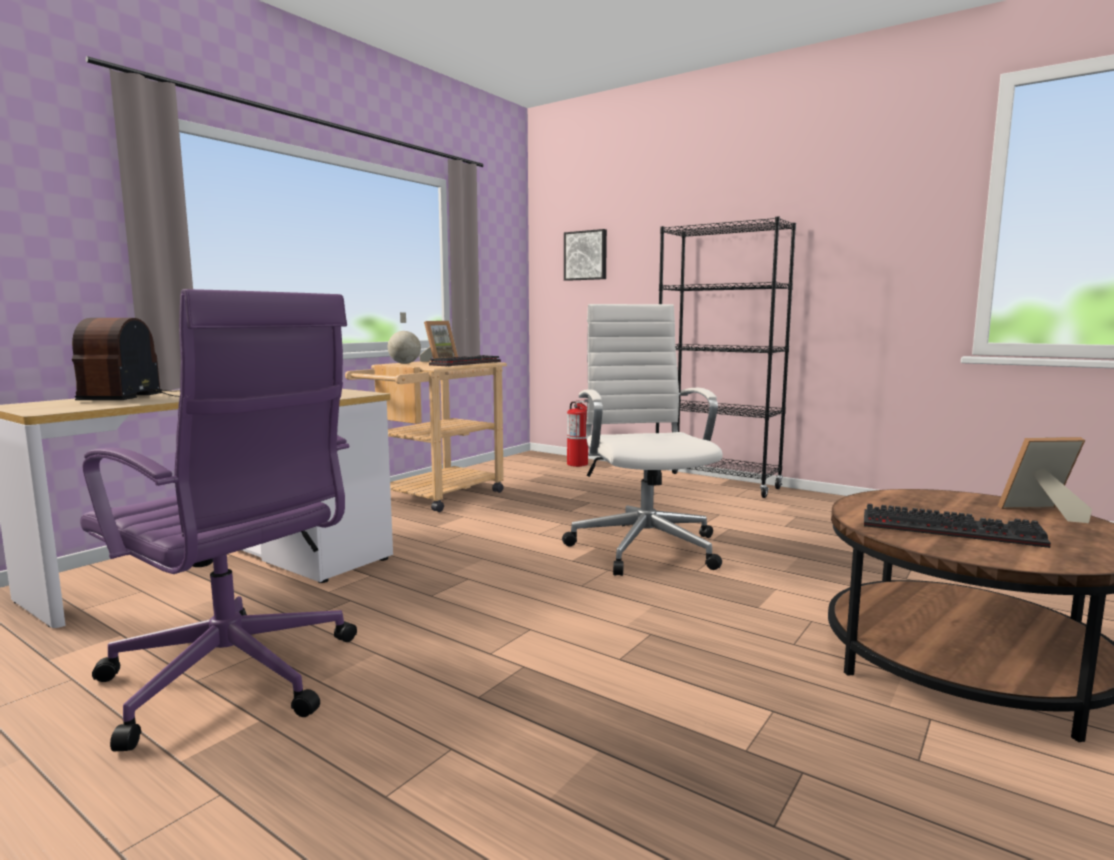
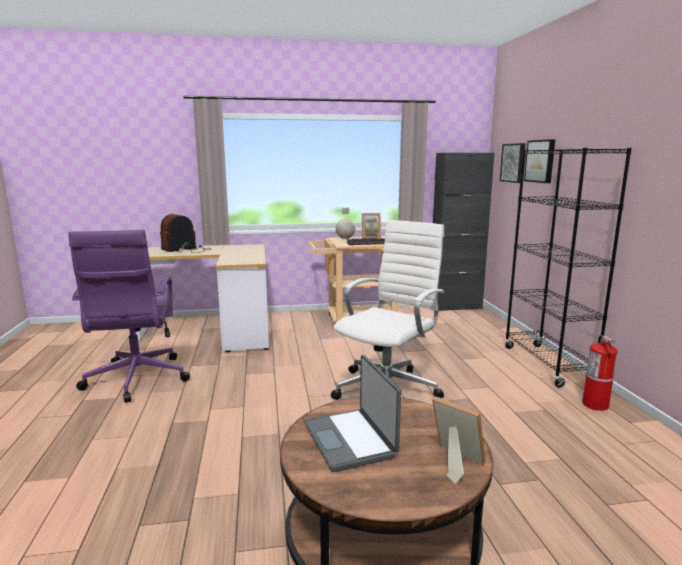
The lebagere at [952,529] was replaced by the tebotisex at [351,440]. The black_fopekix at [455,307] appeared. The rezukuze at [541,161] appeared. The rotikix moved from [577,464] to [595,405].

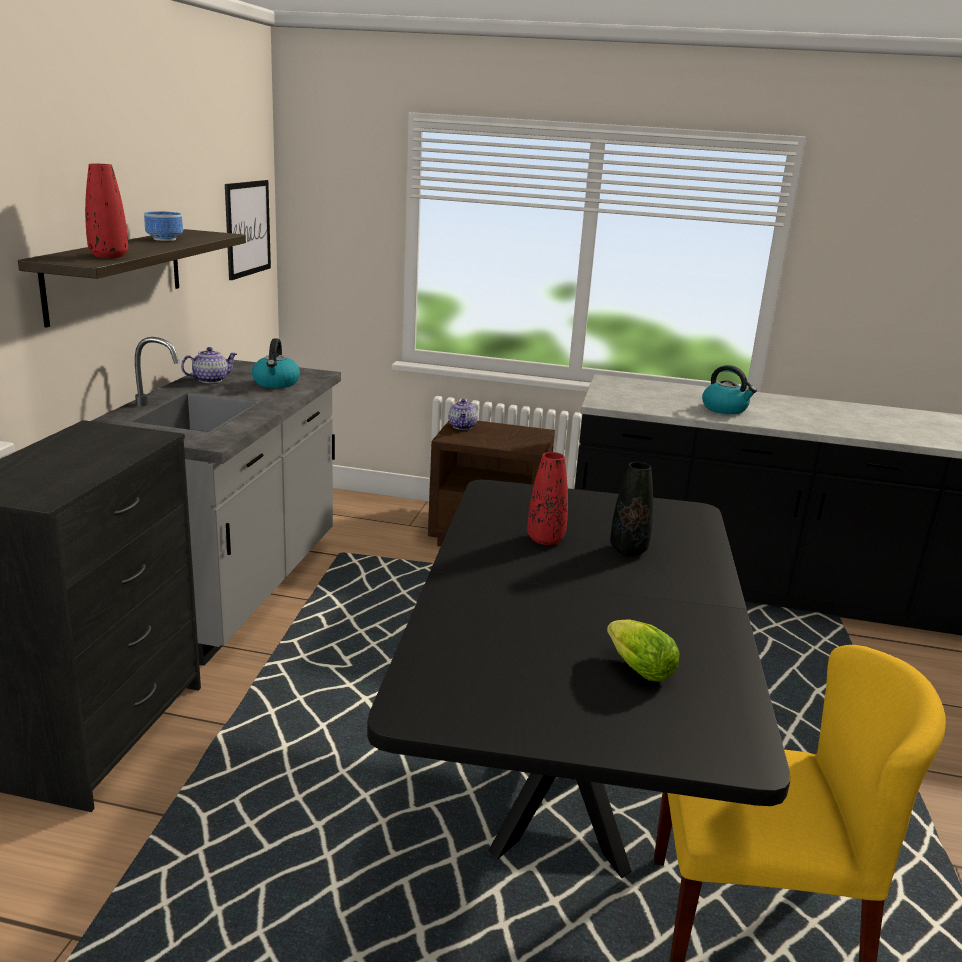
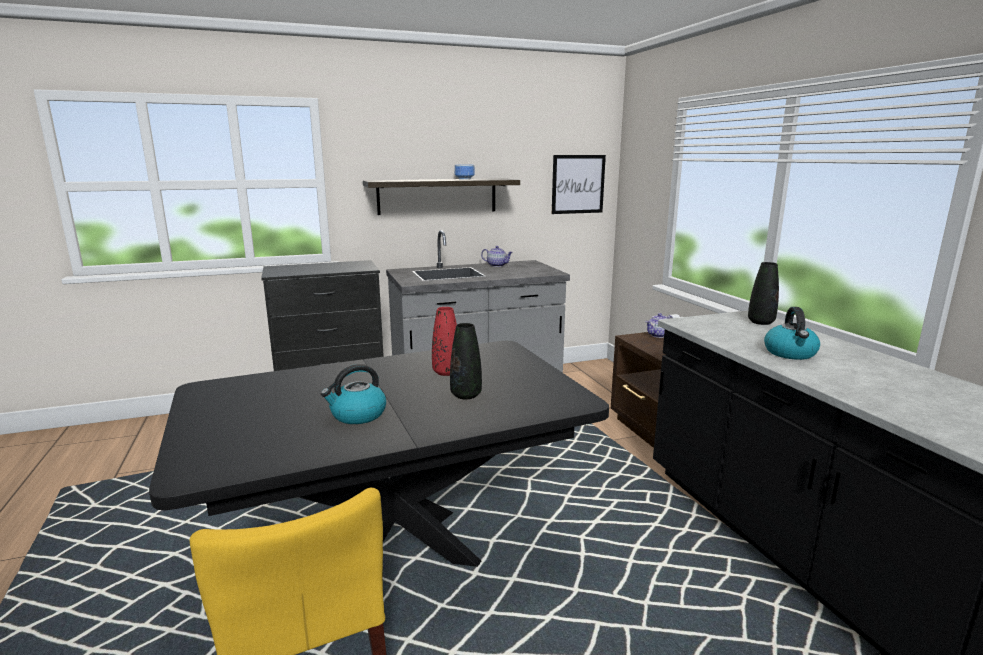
The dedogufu moved from [276,383] to [357,415]. The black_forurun at [761,322] appeared. The red_forurun at [109,256] disappeared. The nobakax at [636,668] disappeared.

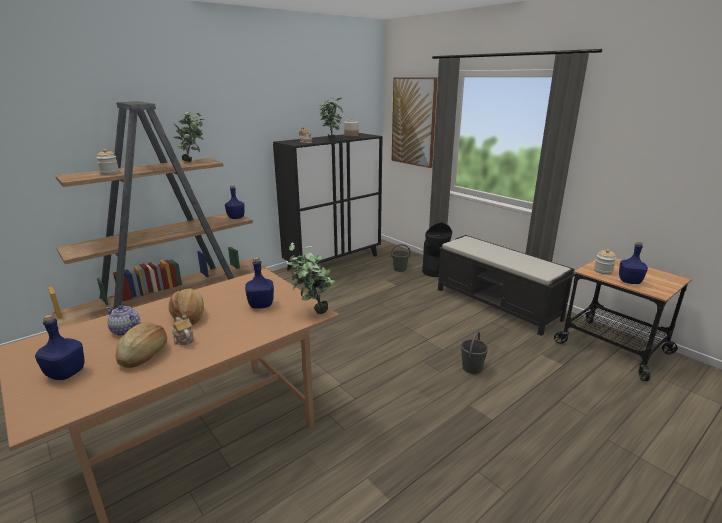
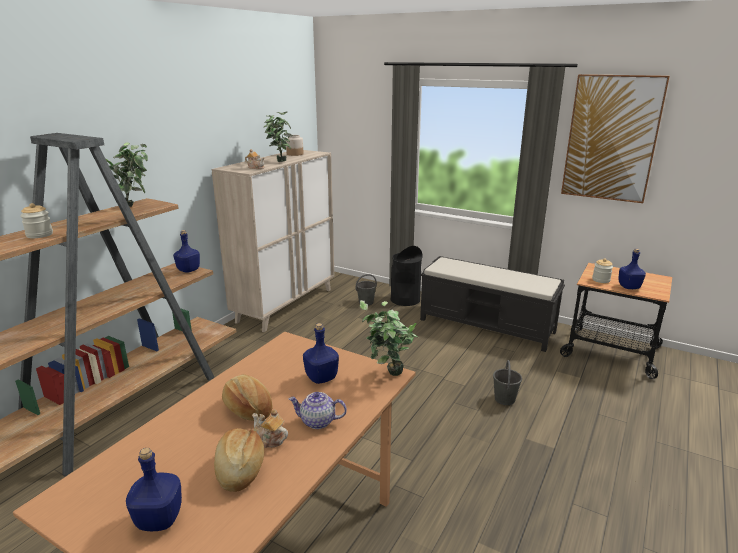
The black_fopekix at [333,262] became the beige_fopekix at [285,305]. The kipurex moved from [125,331] to [317,421]. The rezukuze moved from [413,122] to [611,138].

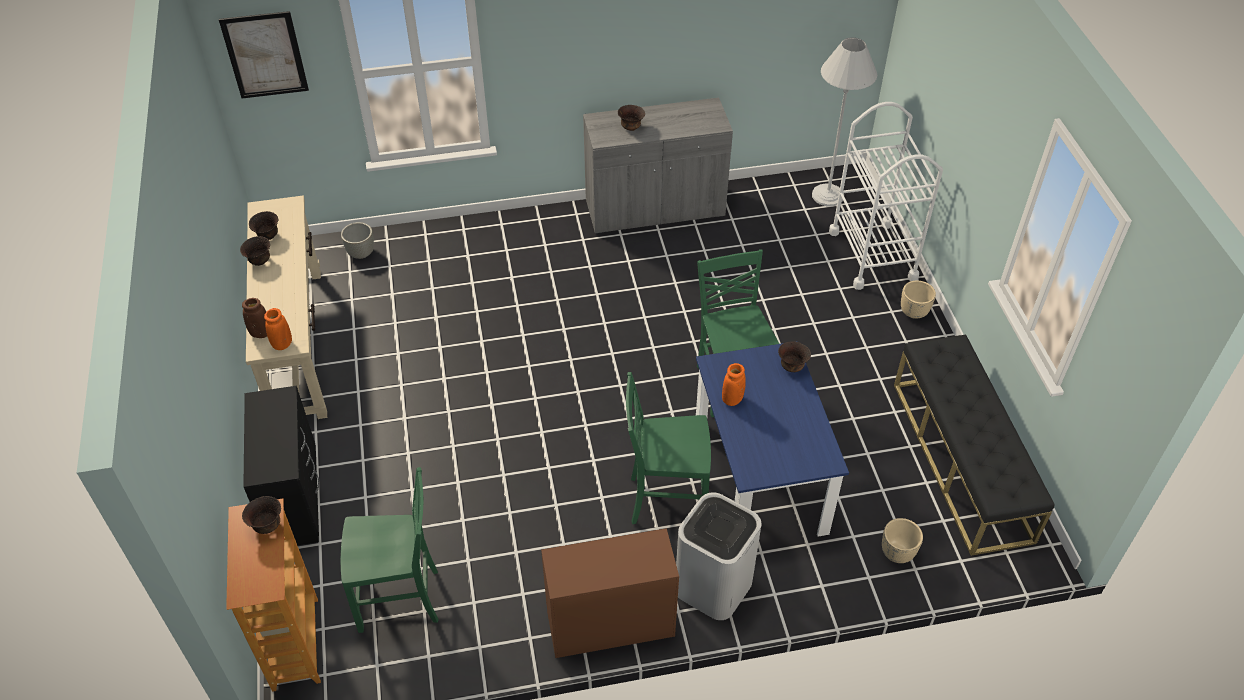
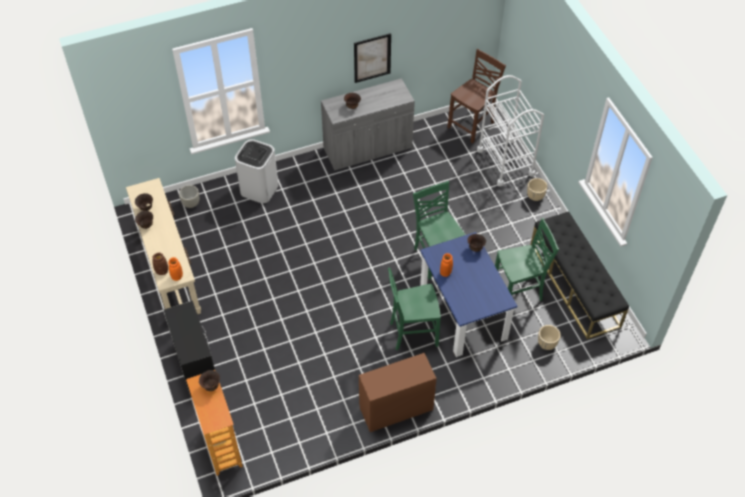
The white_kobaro moved from [713,585] to [259,188]. The rezukuze moved from [265,55] to [372,58]. The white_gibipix at [828,195] was replaced by the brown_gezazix at [472,125]. The green_gezazix moved from [401,599] to [518,292].

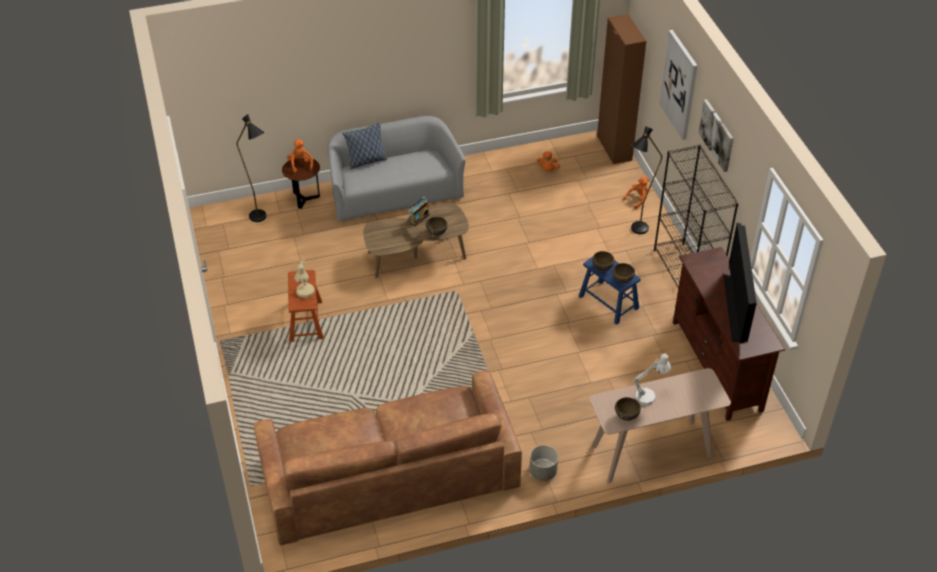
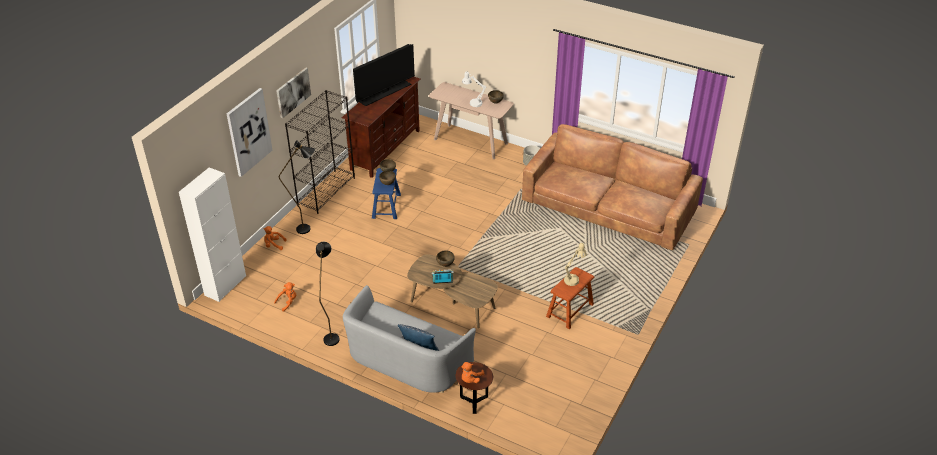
The brown_fopekix at [614,148] became the white_fopekix at [225,285]. The black_gibipix moved from [262,219] to [332,335].

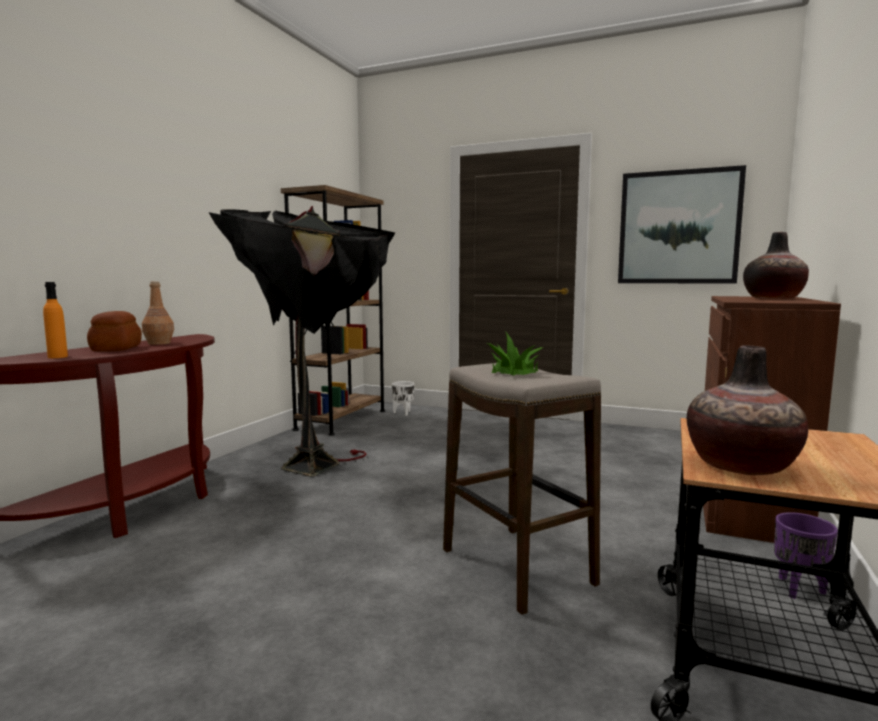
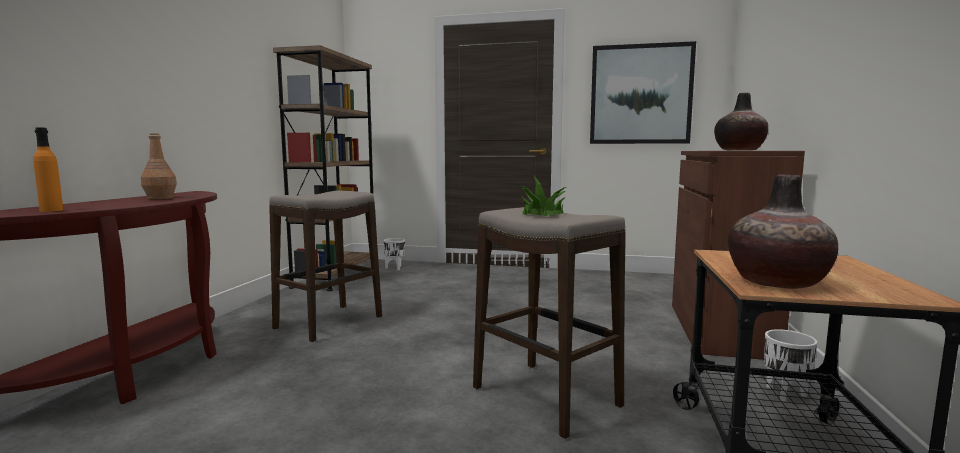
The black_gibipix at [321,470] was replaced by the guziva at [329,323]. The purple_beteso at [798,589] became the white_beteso at [784,394]. The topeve at [115,348] disappeared.

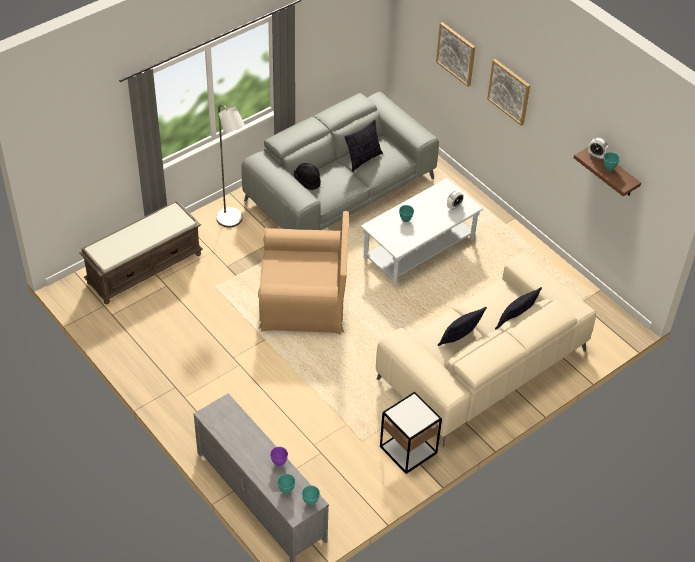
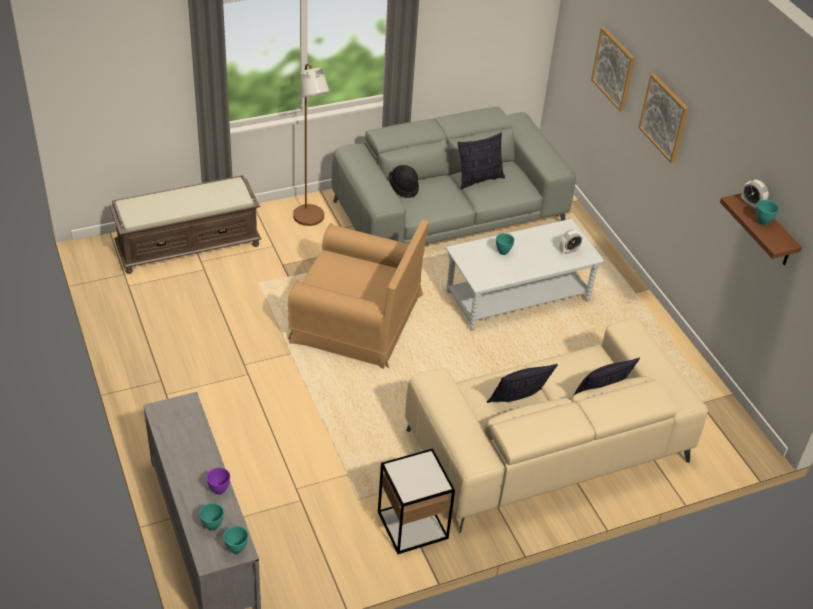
The grey_gibipix at [232,221] became the brown_gibipix at [310,219].

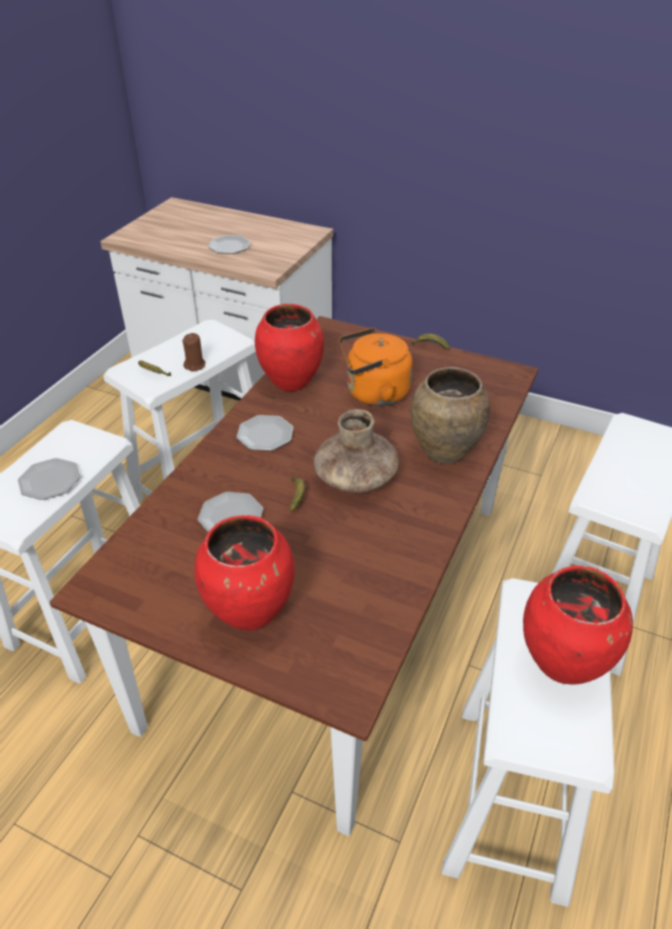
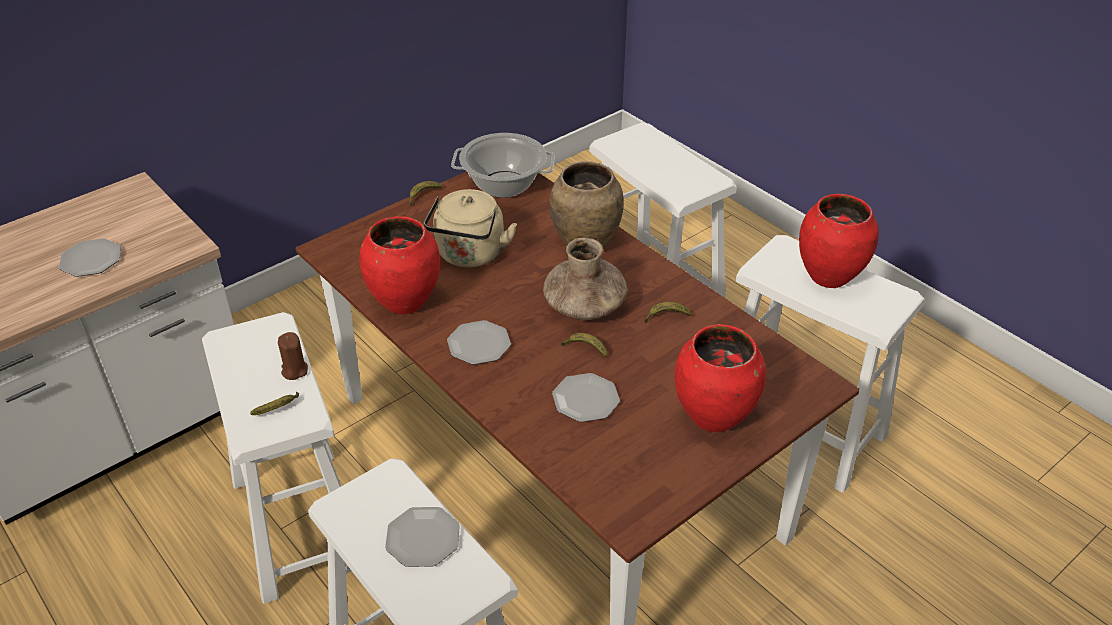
The orange_dedogufu at [373,394] became the beige_dedogufu at [469,255]. The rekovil at [503,185] appeared. The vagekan at [666,316] appeared.

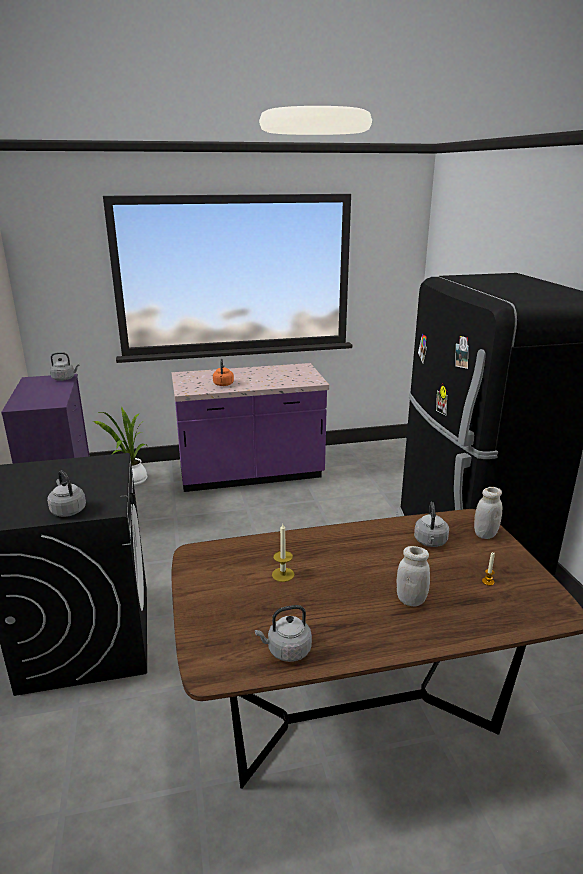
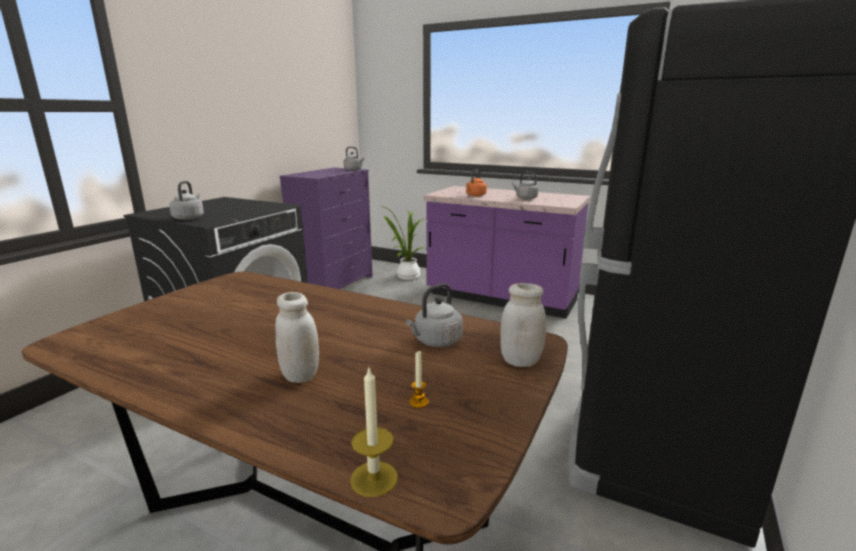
The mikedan moved from [283,574] to [374,479]. The grey_dedogufu moved from [286,651] to [525,198].

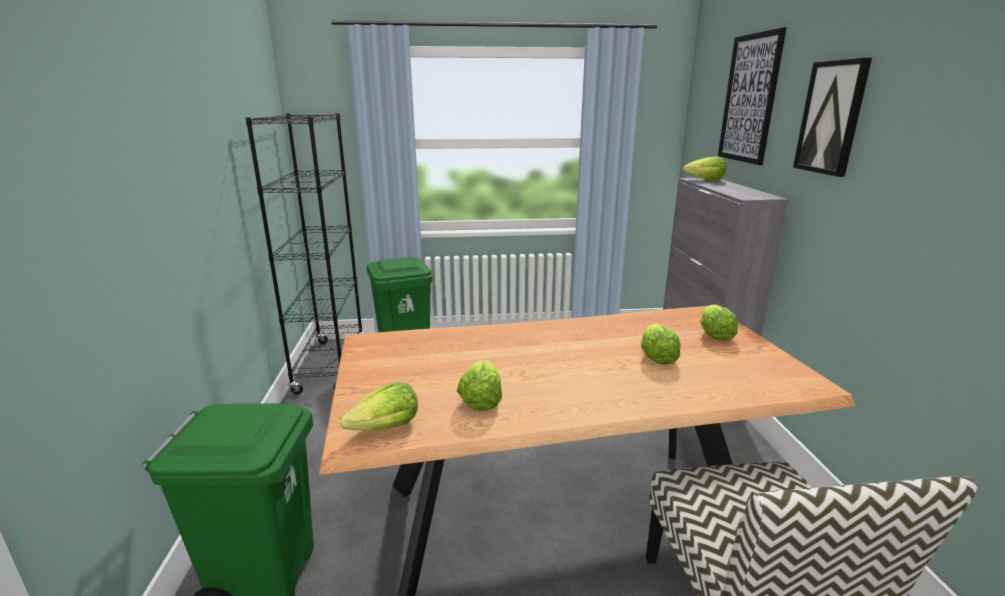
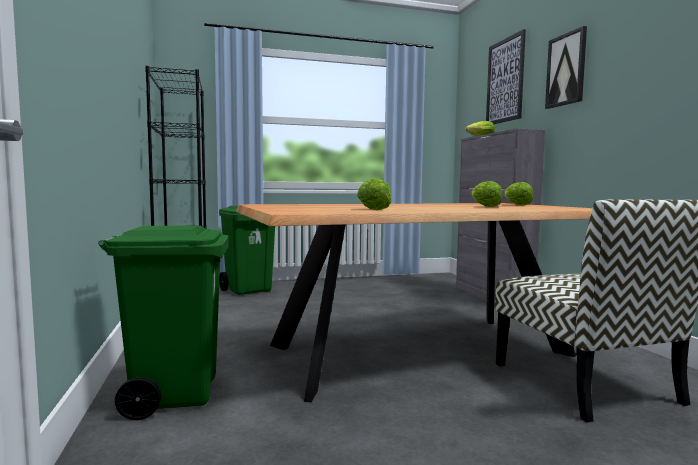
The nobakax at [385,428] disappeared.

